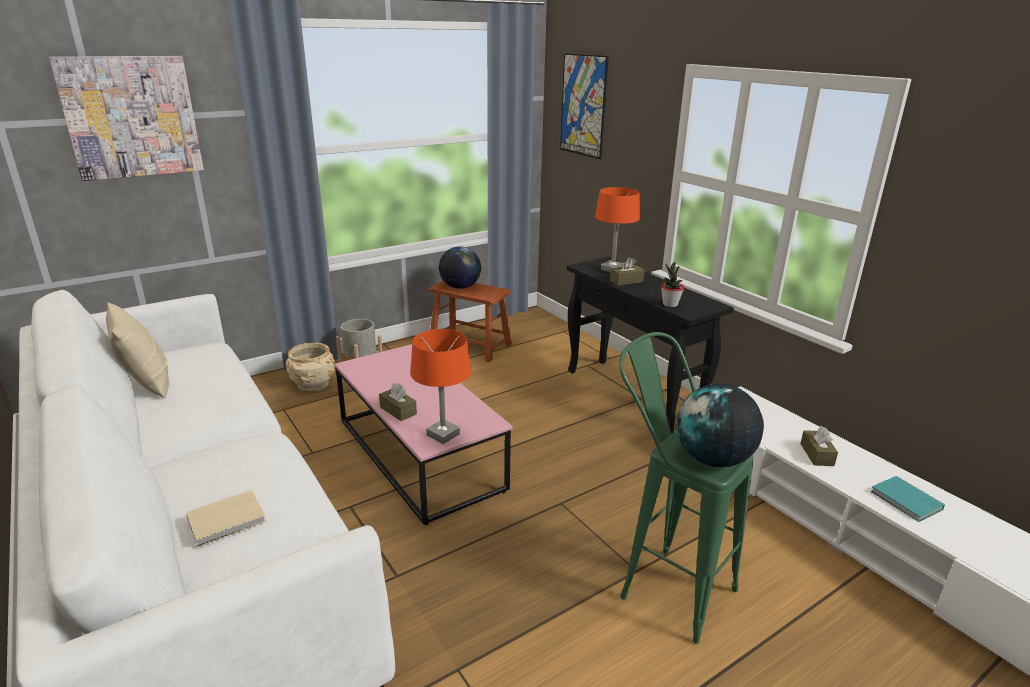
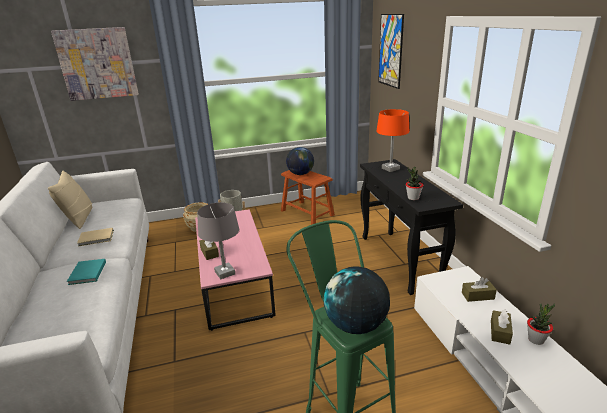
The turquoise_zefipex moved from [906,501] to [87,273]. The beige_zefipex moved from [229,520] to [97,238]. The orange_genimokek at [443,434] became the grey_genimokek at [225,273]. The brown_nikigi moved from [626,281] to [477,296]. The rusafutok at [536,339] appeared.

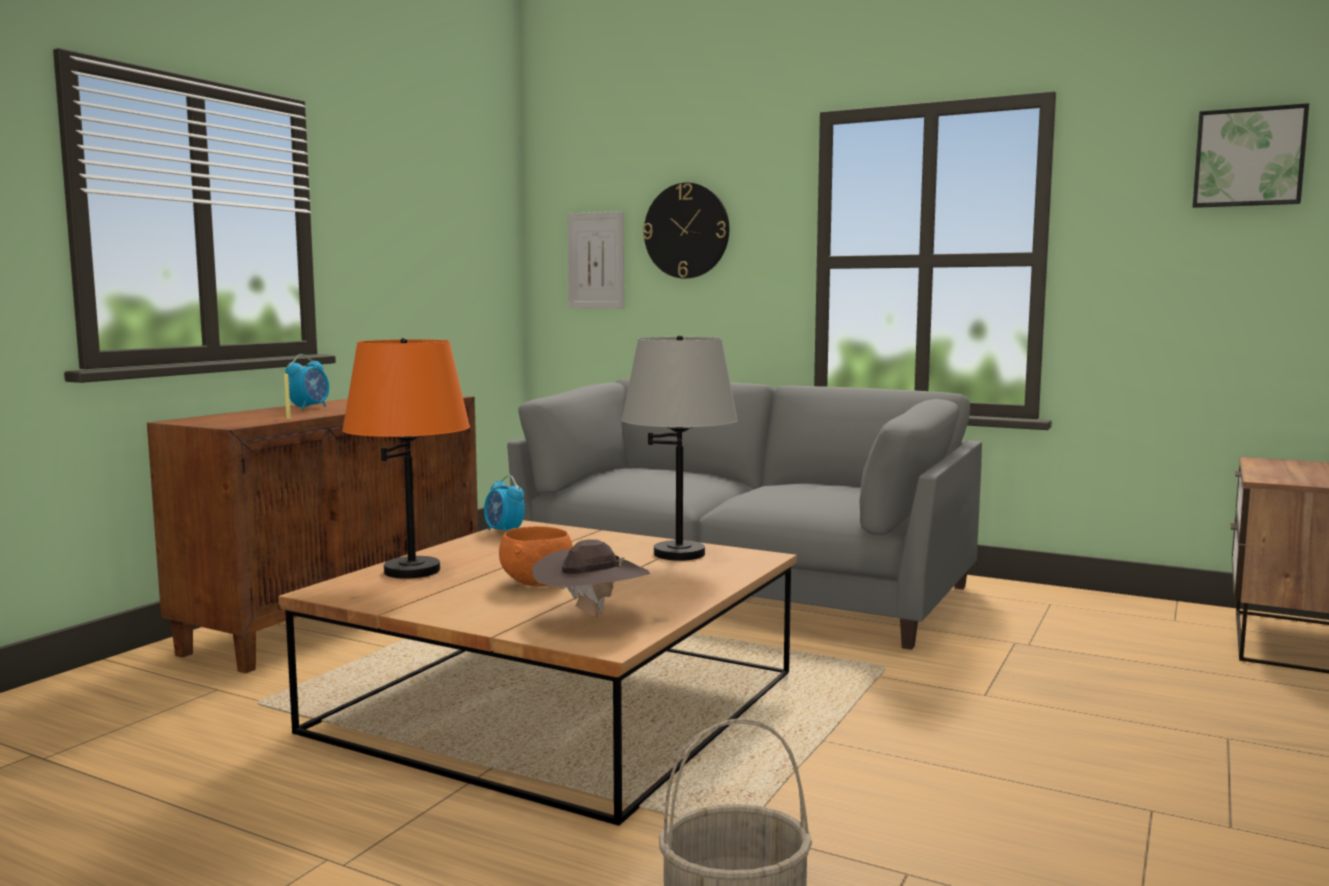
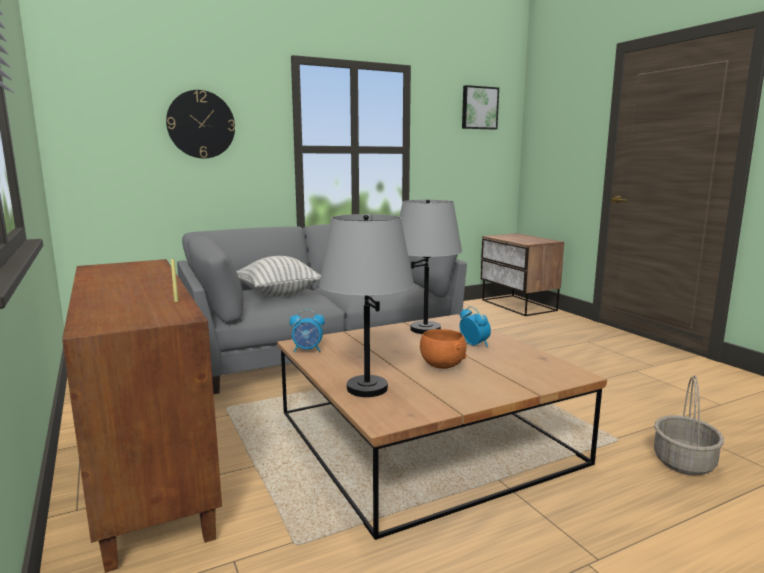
The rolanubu at [278,294] appeared. The orange_genimokek at [412,570] became the grey_genimokek at [366,388]. The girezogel moved from [309,408] to [474,344]. The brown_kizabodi at [591,617] disappeared. The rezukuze at [596,260] disappeared.

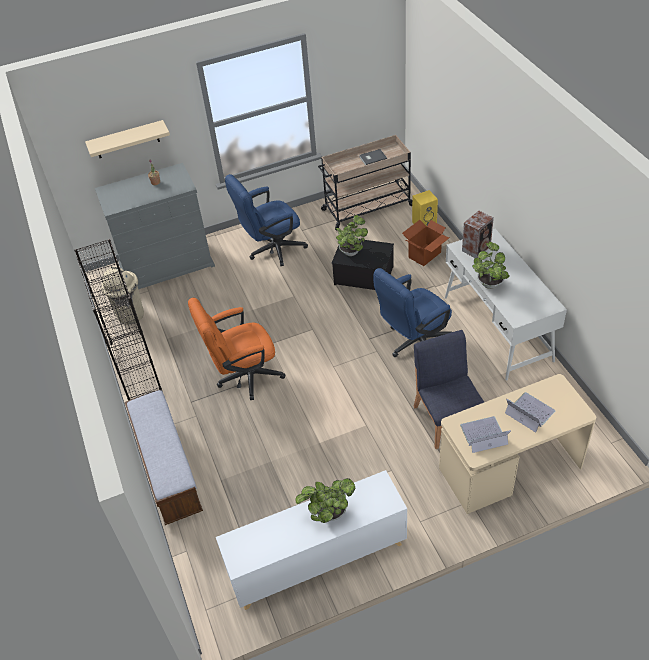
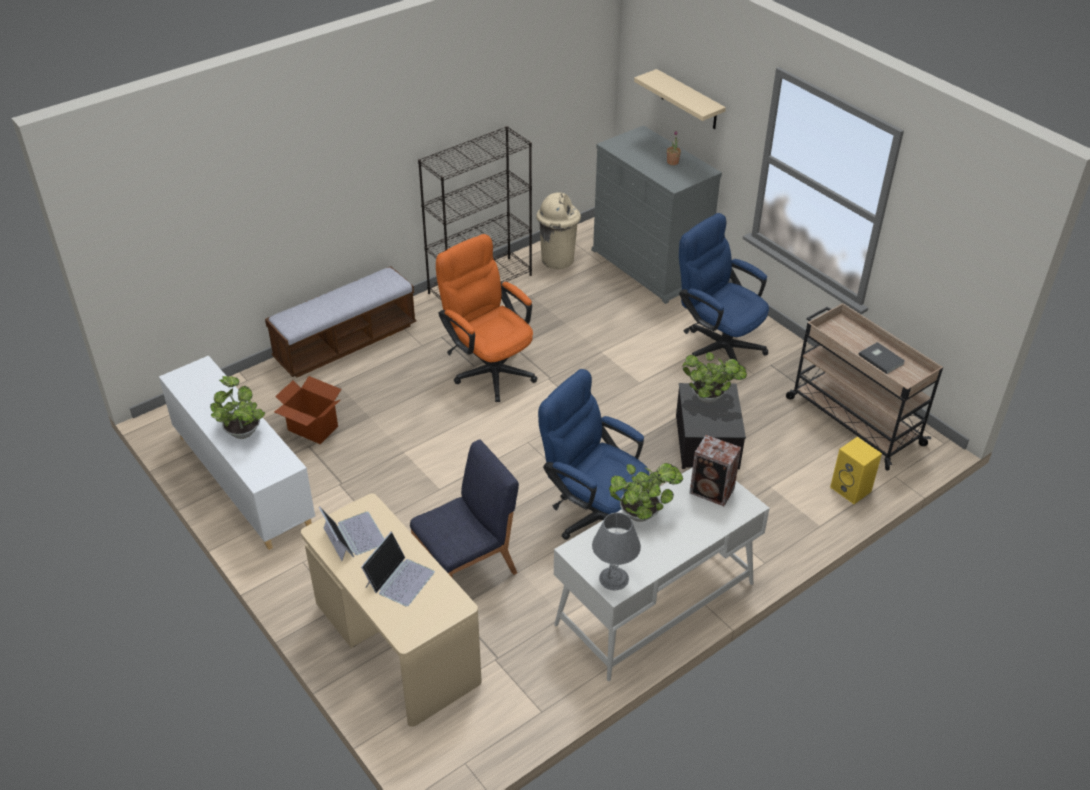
The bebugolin moved from [425,255] to [312,429]. The grey_genimokek at [614,579] appeared.

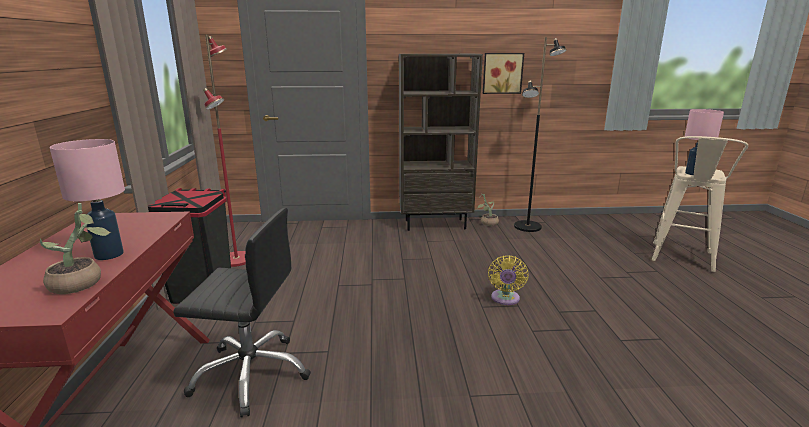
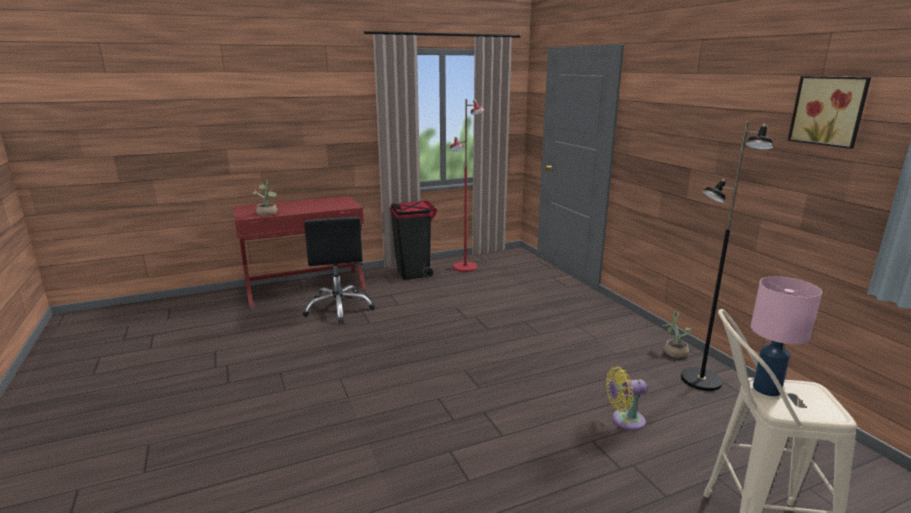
The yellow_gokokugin moved from [505,299] to [624,420]. The rezukuze moved from [502,73] to [829,111]. The pink_genimokek at [108,255] disappeared. The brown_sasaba at [435,224] disappeared.

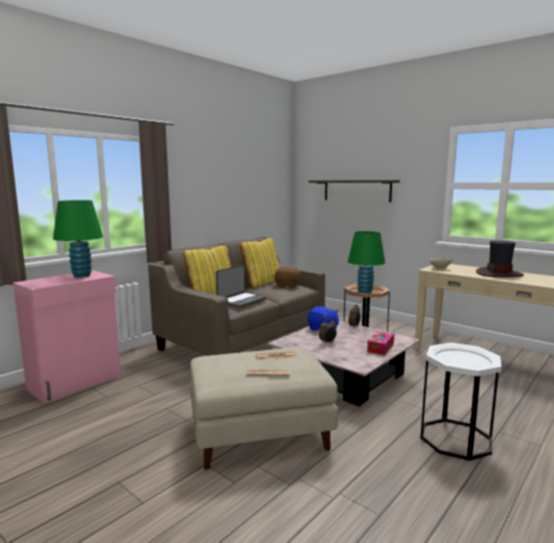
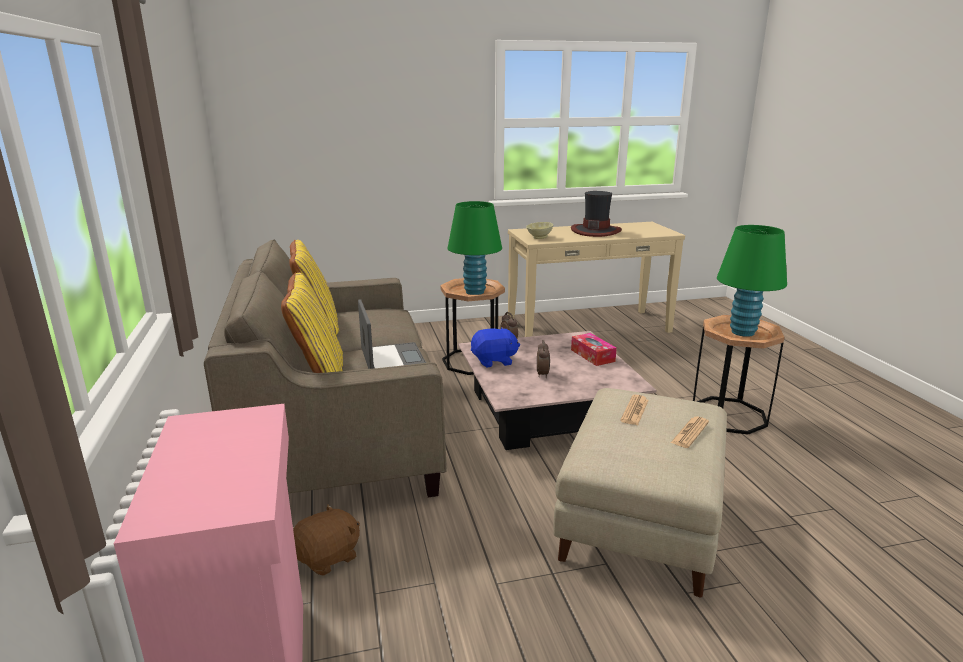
The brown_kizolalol moved from [287,286] to [328,557]. The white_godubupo at [455,438] became the brown_godubupo at [728,415]. The green_genimokek moved from [81,275] to [742,332]. The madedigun at [356,190] disappeared.

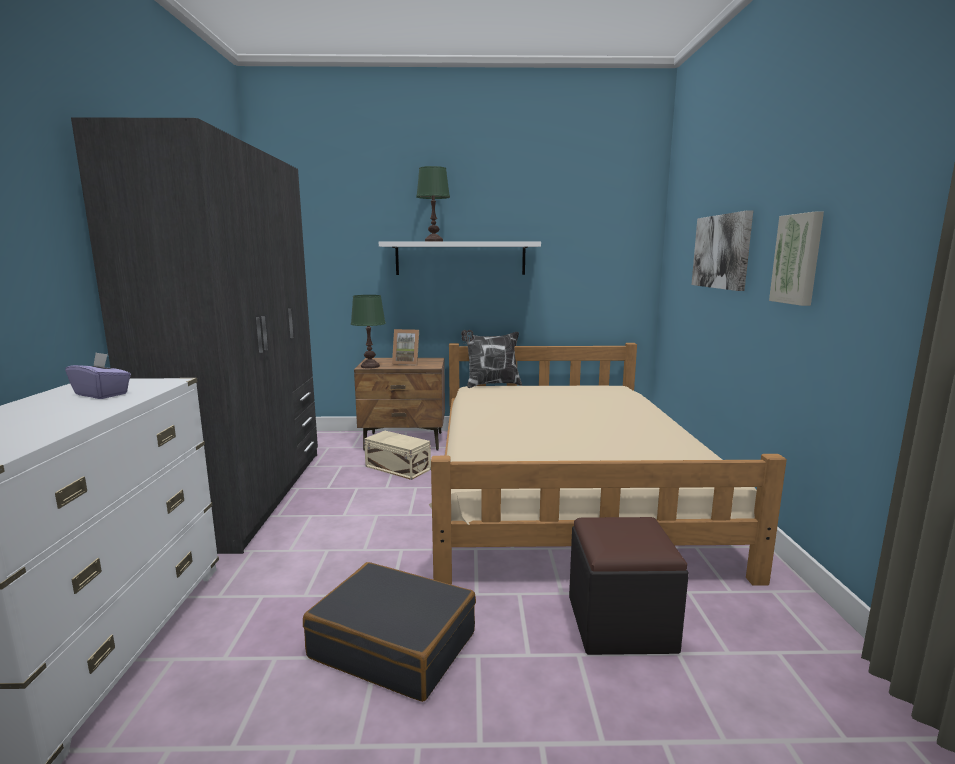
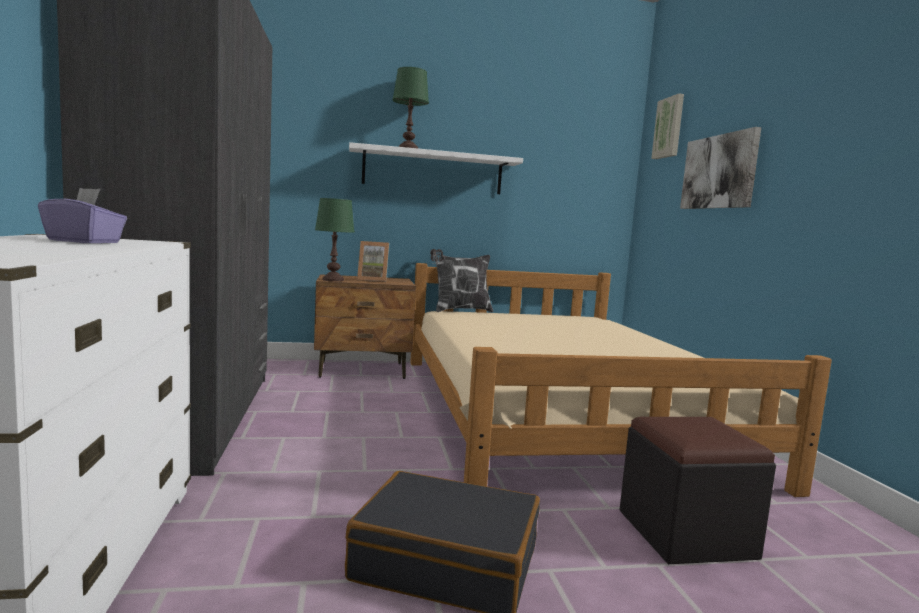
The rezukuze moved from [798,259] to [669,128]. The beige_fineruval at [398,467] disappeared.

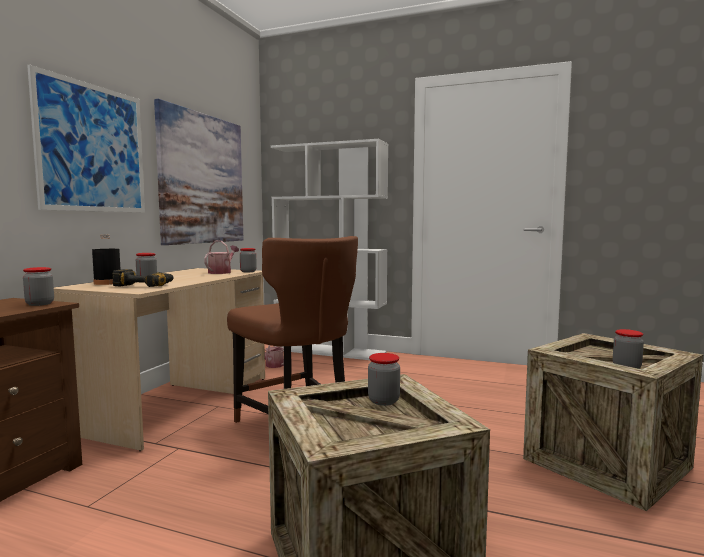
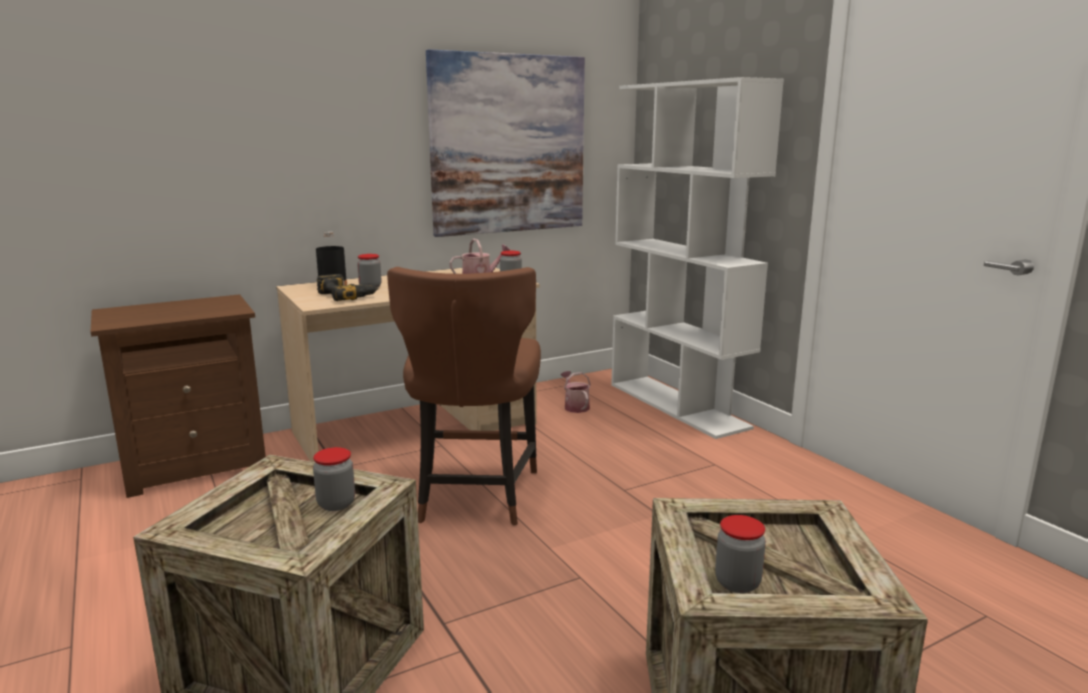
The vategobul at [40,304] disappeared. The rezukuze at [93,148] disappeared.

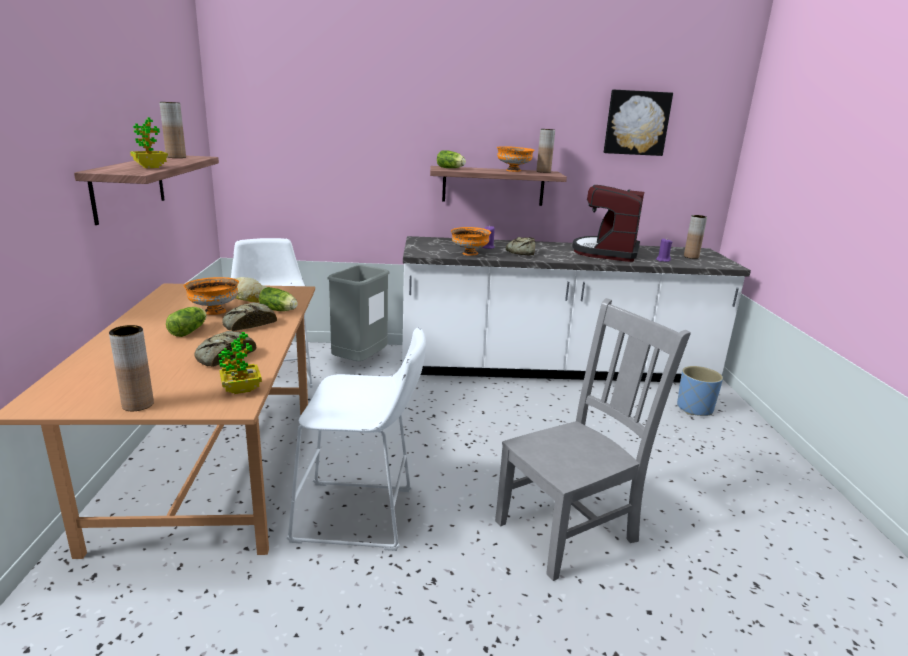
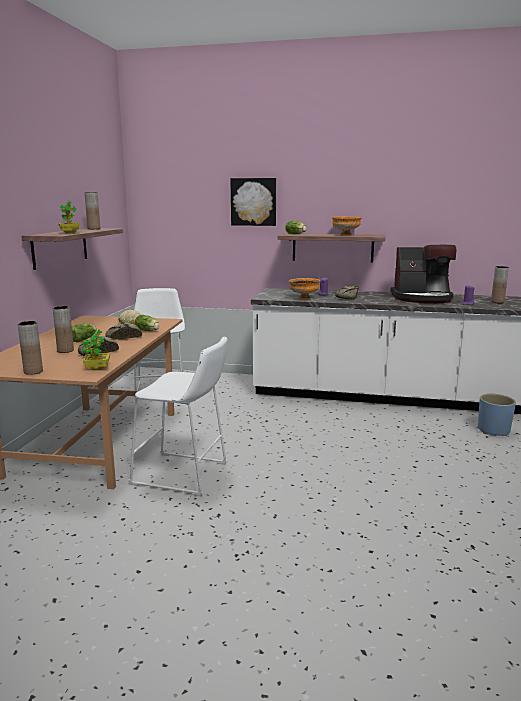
The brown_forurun moved from [543,172] to [65,351]. The rezukuze moved from [636,123] to [253,202]. The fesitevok at [606,252] turned 120 degrees counterclockwise. The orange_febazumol at [214,311] disappeared. The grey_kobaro at [360,362] disappeared. The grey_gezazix at [570,529] disappeared.

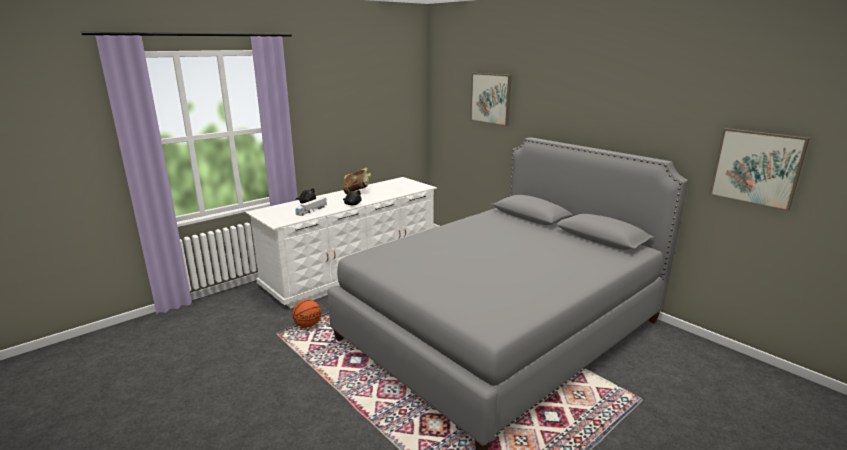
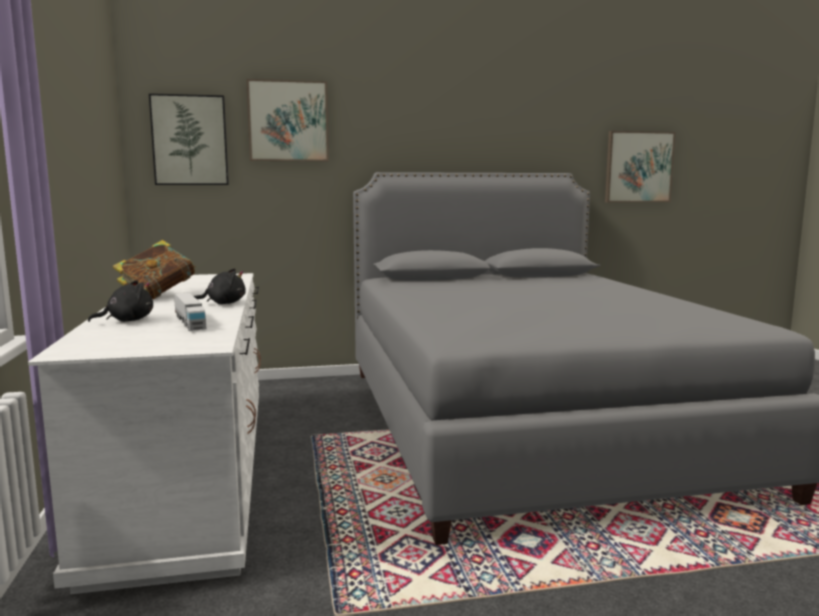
The rezukuze at [190,140] appeared. The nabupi at [308,325] disappeared.

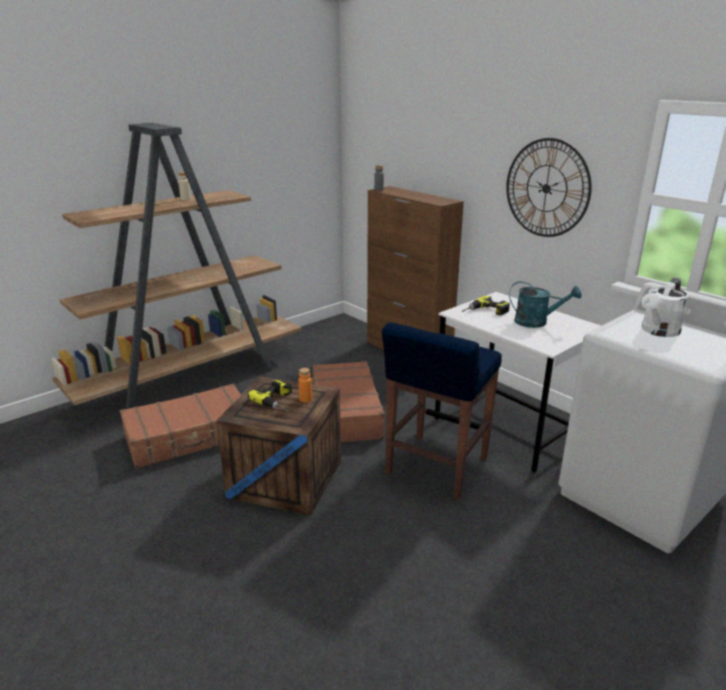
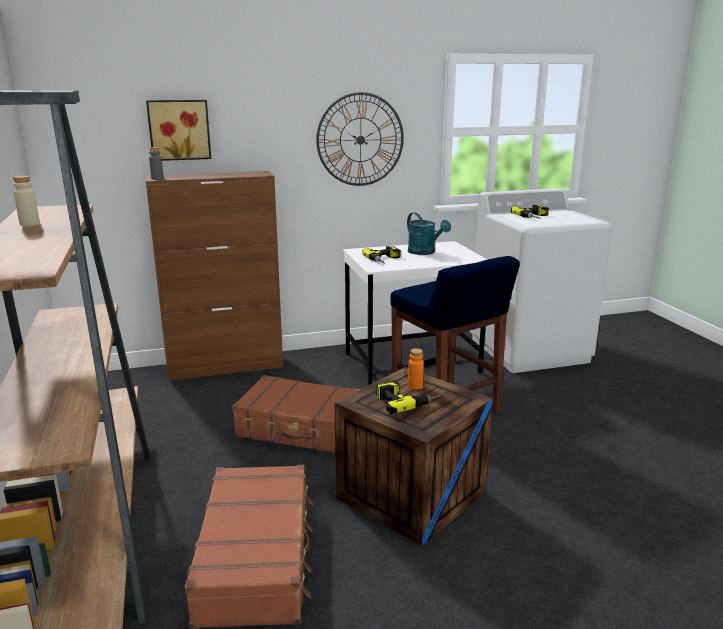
The rezukuze at [179,130] appeared. The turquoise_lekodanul at [537,322] turned 105 degrees clockwise. The white_lekodanul at [658,332] was replaced by the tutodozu at [535,217].

